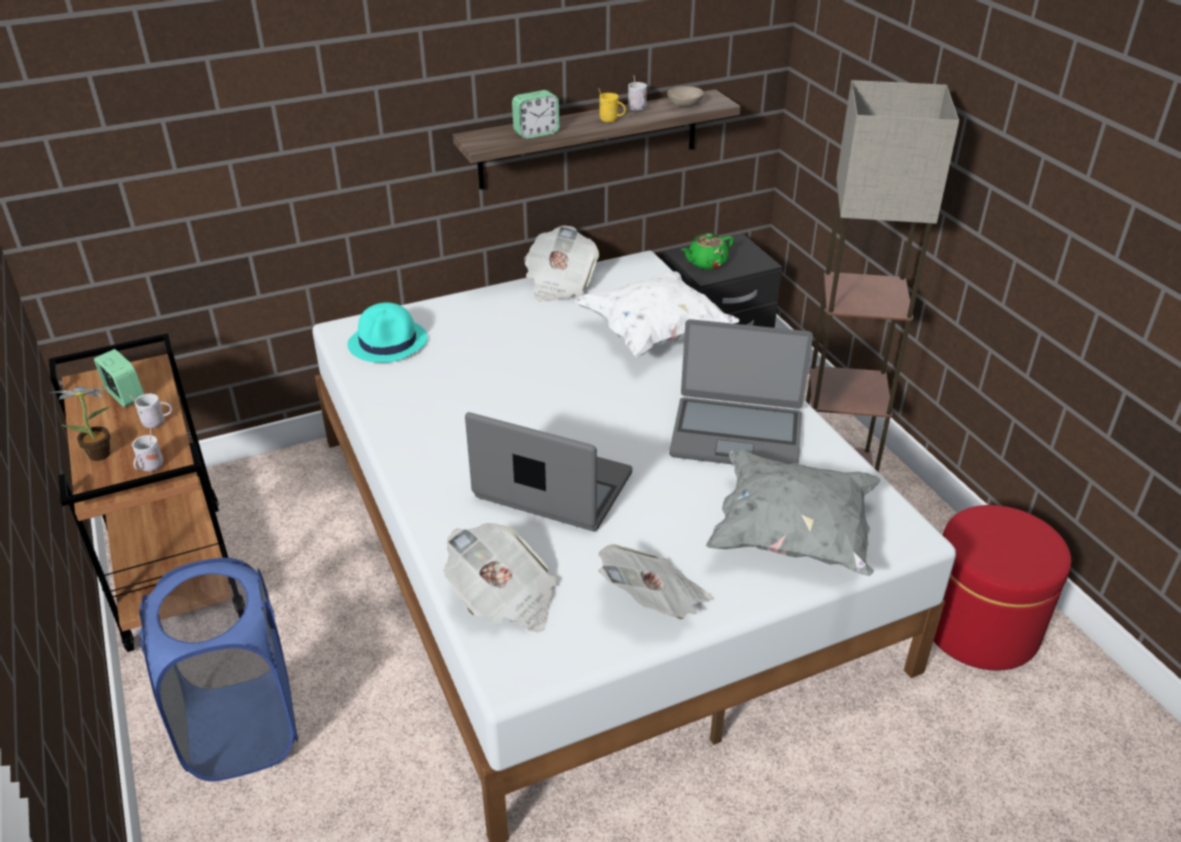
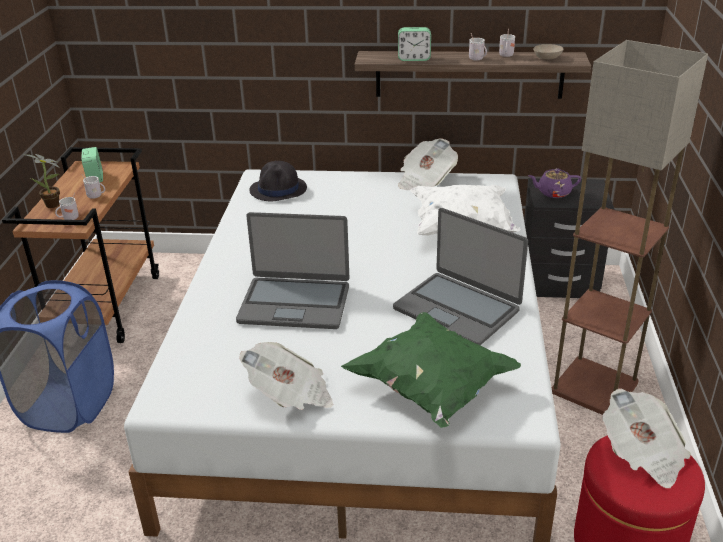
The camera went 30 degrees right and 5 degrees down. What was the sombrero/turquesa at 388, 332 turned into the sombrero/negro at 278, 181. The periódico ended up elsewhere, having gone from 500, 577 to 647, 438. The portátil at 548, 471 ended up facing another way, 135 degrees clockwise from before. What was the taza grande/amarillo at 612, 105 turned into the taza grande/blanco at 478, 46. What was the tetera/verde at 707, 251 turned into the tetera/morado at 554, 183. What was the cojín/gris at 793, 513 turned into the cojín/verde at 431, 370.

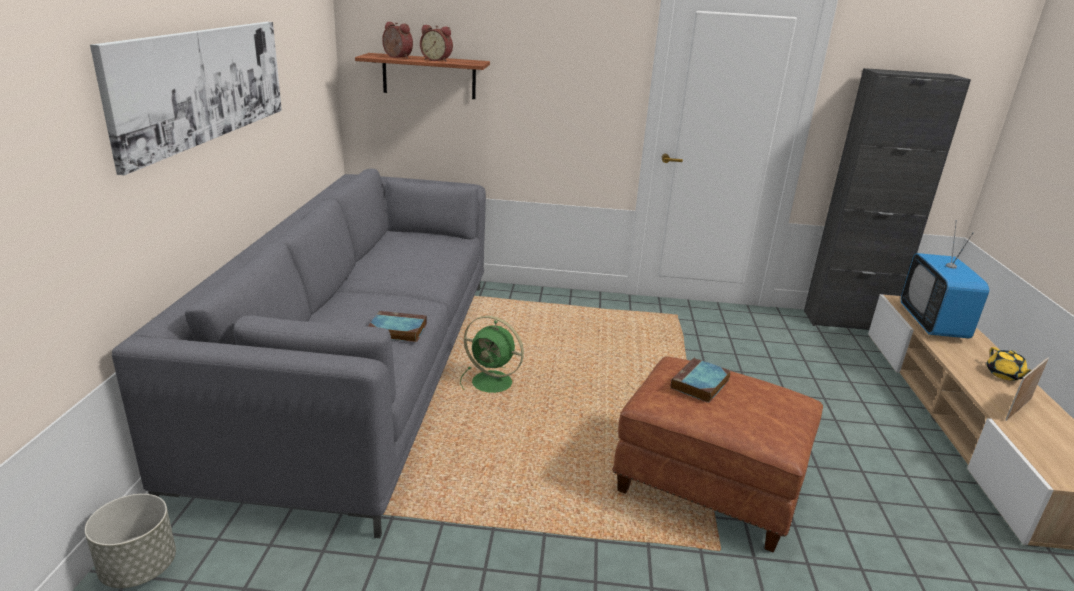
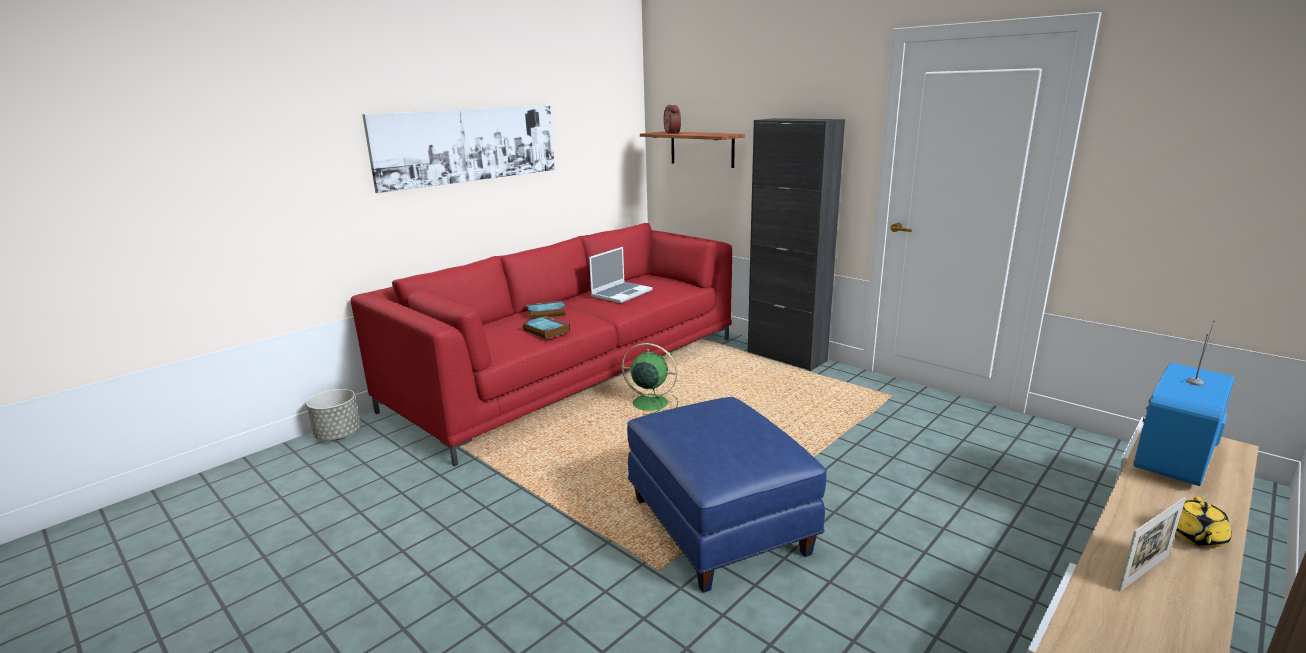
The camera went 40 degrees right and 5 degrees down. What was the sofá/gris at 299, 353 turned into the sofá/rojo at 541, 344. The second view lost the despertador at 436, 43. The ventilador/verde at 492, 354 ended up facing another way, 135 degrees clockwise from before. What was the puf/marrón at 717, 455 turned into the puf/azul at 727, 495. The libro ended up elsewhere, having gone from 701, 380 to 546, 310. The armario/negro ended up elsewhere, having gone from 887, 199 to 796, 244. The portarretratos at 1027, 389 ended up facing another way, 150 degrees clockwise from before. The second view gained the portátil at 621, 275.

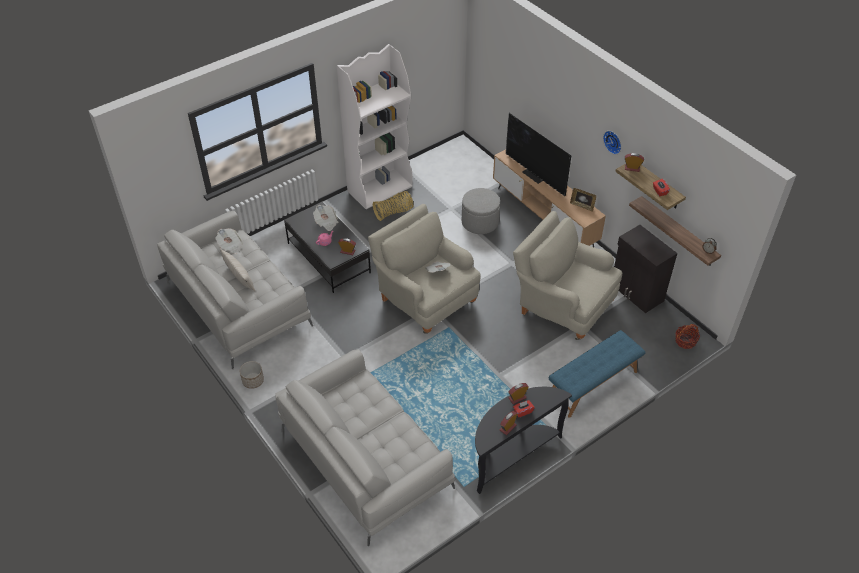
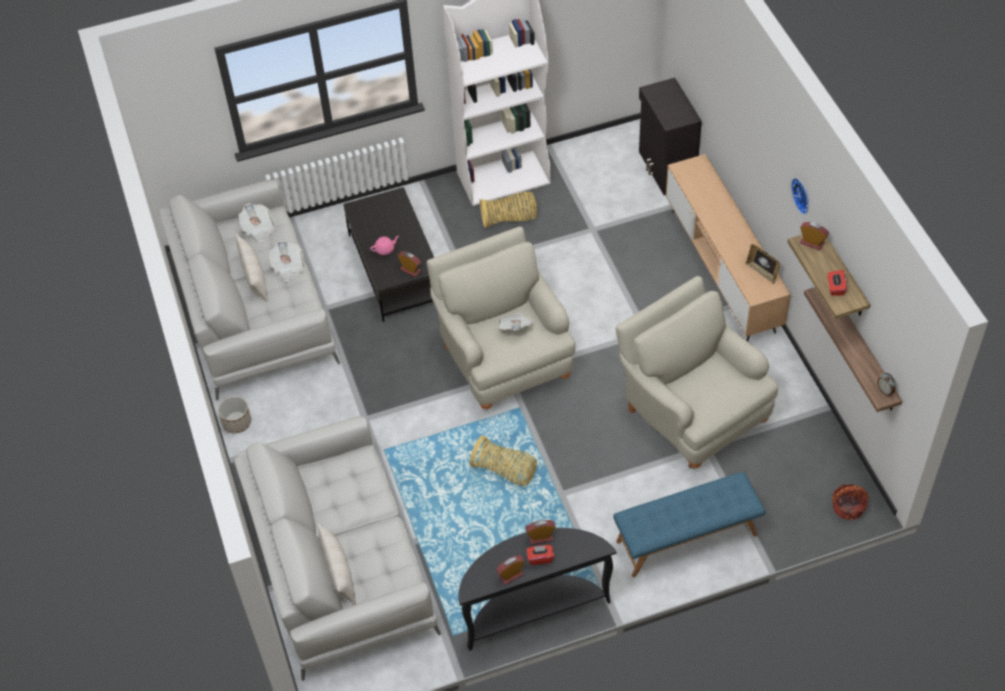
The camera went 20 degrees right and 5 degrees up. The periódico ended up elsewhere, having gone from 325, 218 to 287, 261. The second view lost the puf/gris at 481, 211. The second view lost the televisor at 538, 154. The armario/negro ended up elsewhere, having gone from 645, 269 to 670, 136. The second view gained the cojín/beis at 336, 564. The second view gained the cesta at 503, 460.

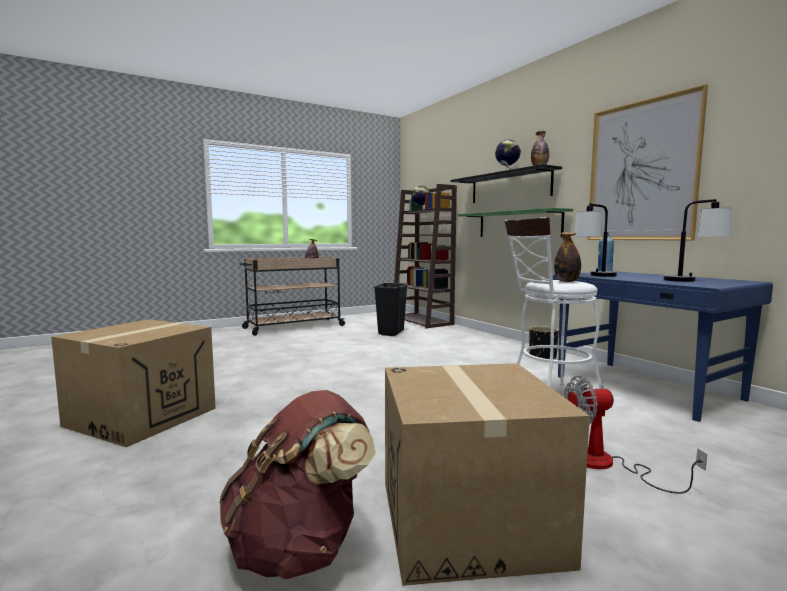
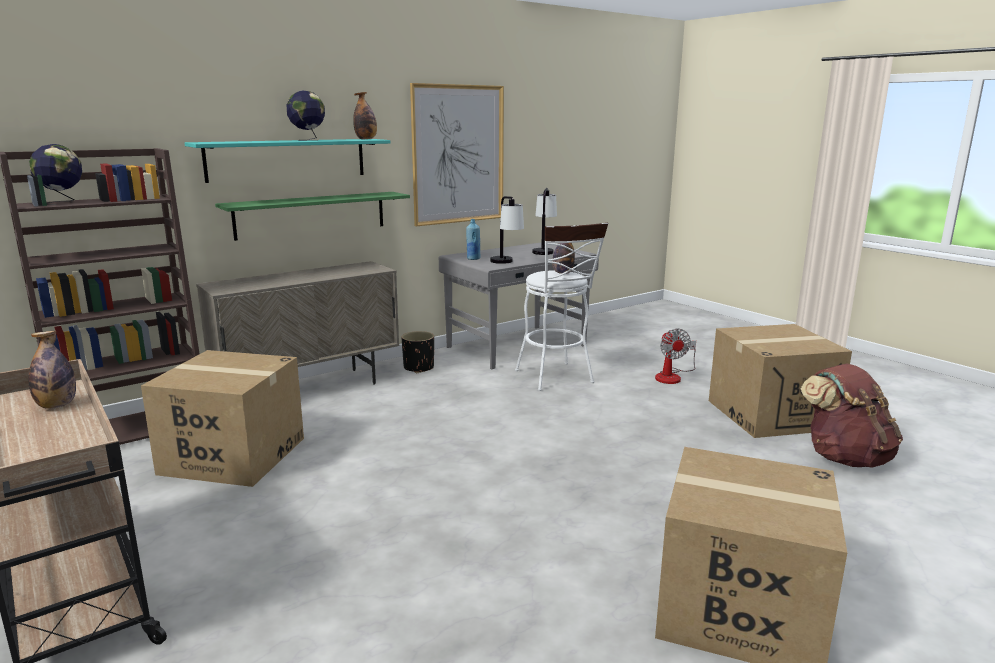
The camera went 95 degrees left and 10 degrees up. Where the papelera/negro stood at 391, 309, the caja de cartón came to stand at 222, 418. What was the estante/negro at 506, 183 turned into the estante/turquesa at 288, 161. What was the escritorio/azul at 663, 346 turned into the escritorio/gris at 519, 305. The second view gained the armario/beis at 297, 322.

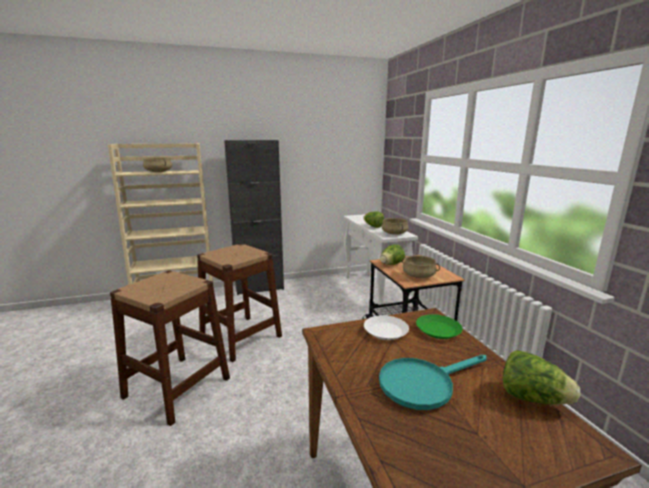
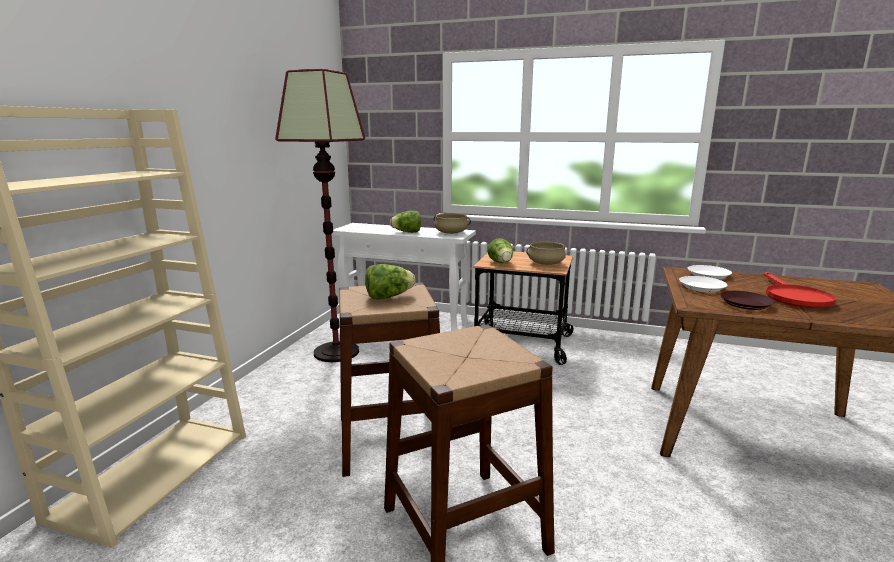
The camera went 55 degrees left and 0 degrees up. The second view lost the olla/beis at 157, 165. The second view lost the armario/negro at 254, 217. What was the sartén/turquesa at 433, 382 turned into the sartén/rojo at 800, 290. What was the plato/verde at 439, 326 turned into the plato/blanco at 709, 272. The lechuga ended up elsewhere, having gone from 541, 377 to 390, 281. The second view gained the lámpara de pie at 320, 215. The second view gained the plato/marrón at 747, 300.

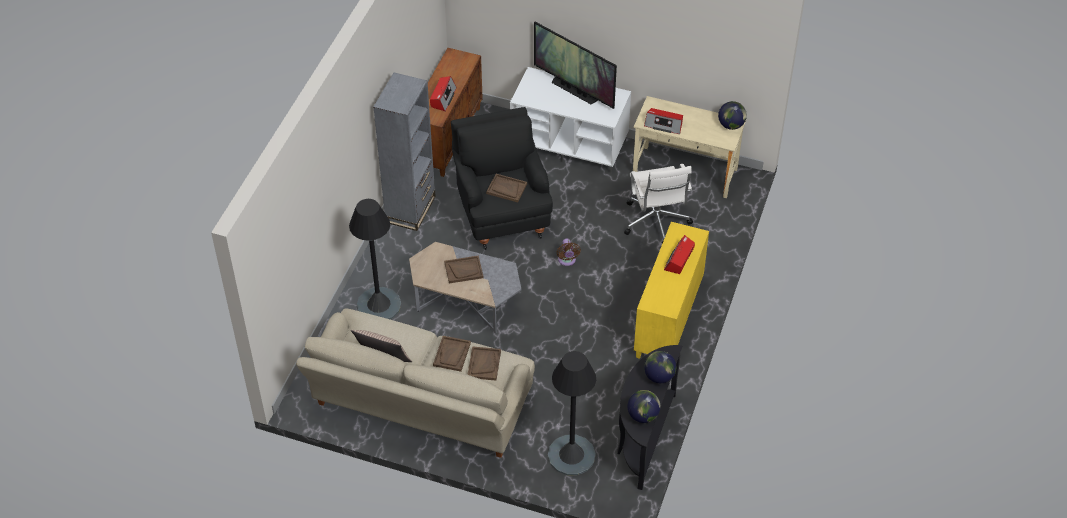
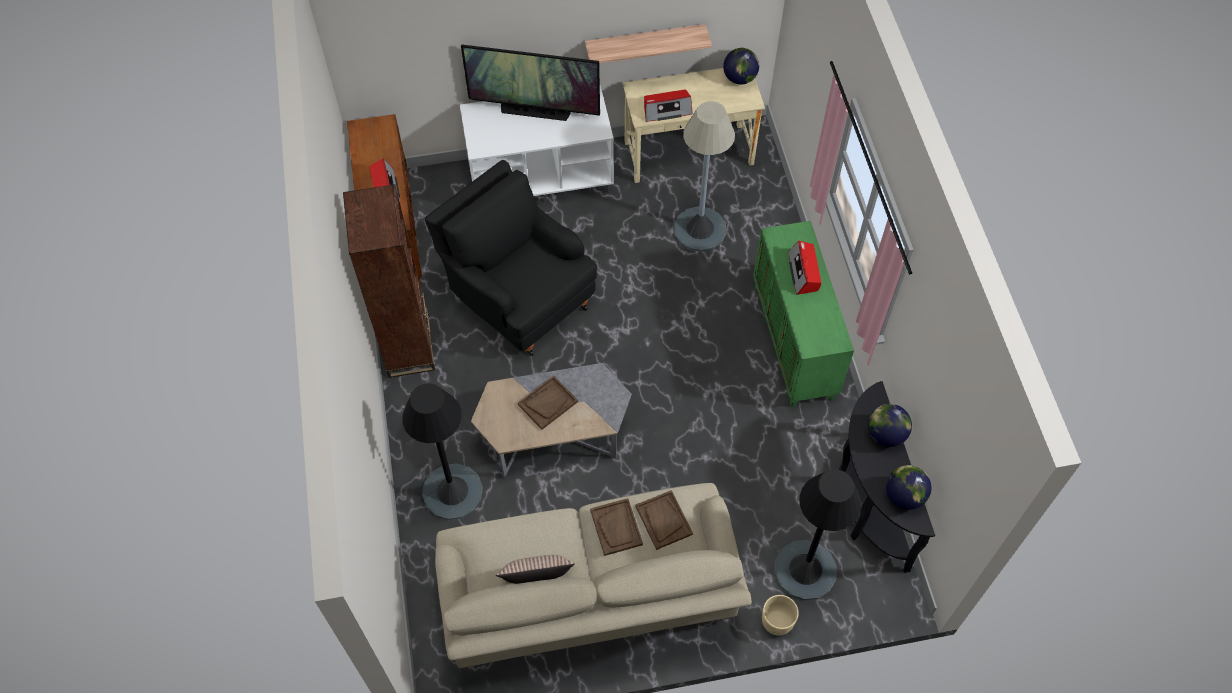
The camera went 30 degrees left and 10 degrees up. What was the estantería/gris at 404, 152 turned into the estantería/marrón at 389, 281. The second view lost the bandeja/marrón at 506, 188. The second view lost the ventilador/marrón at 569, 252. Where the silla de oficina/blanco stood at 658, 203, the lámpara de pie/gris came to stand at 704, 176. What was the armario/amarillo at 671, 290 turned into the armario/verde at 803, 314. The second view gained the estante at 648, 44. The second view gained the maceta/beis at 780, 615.

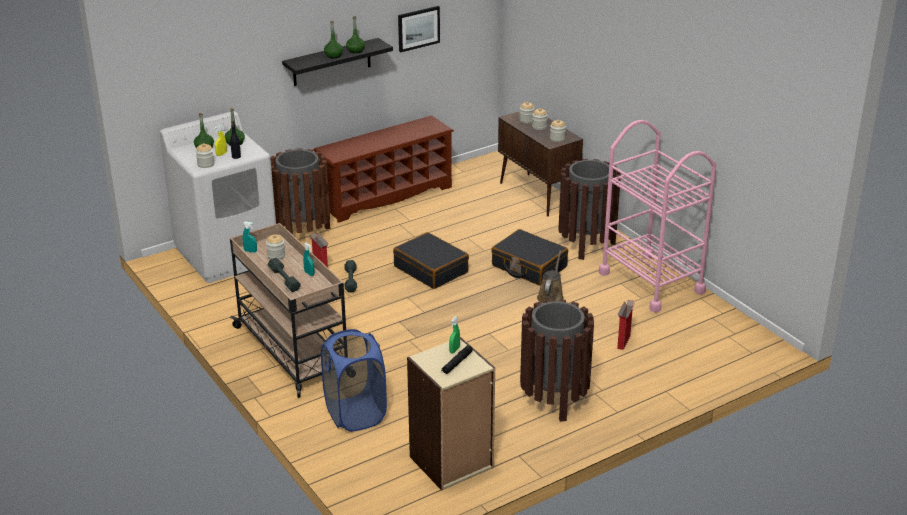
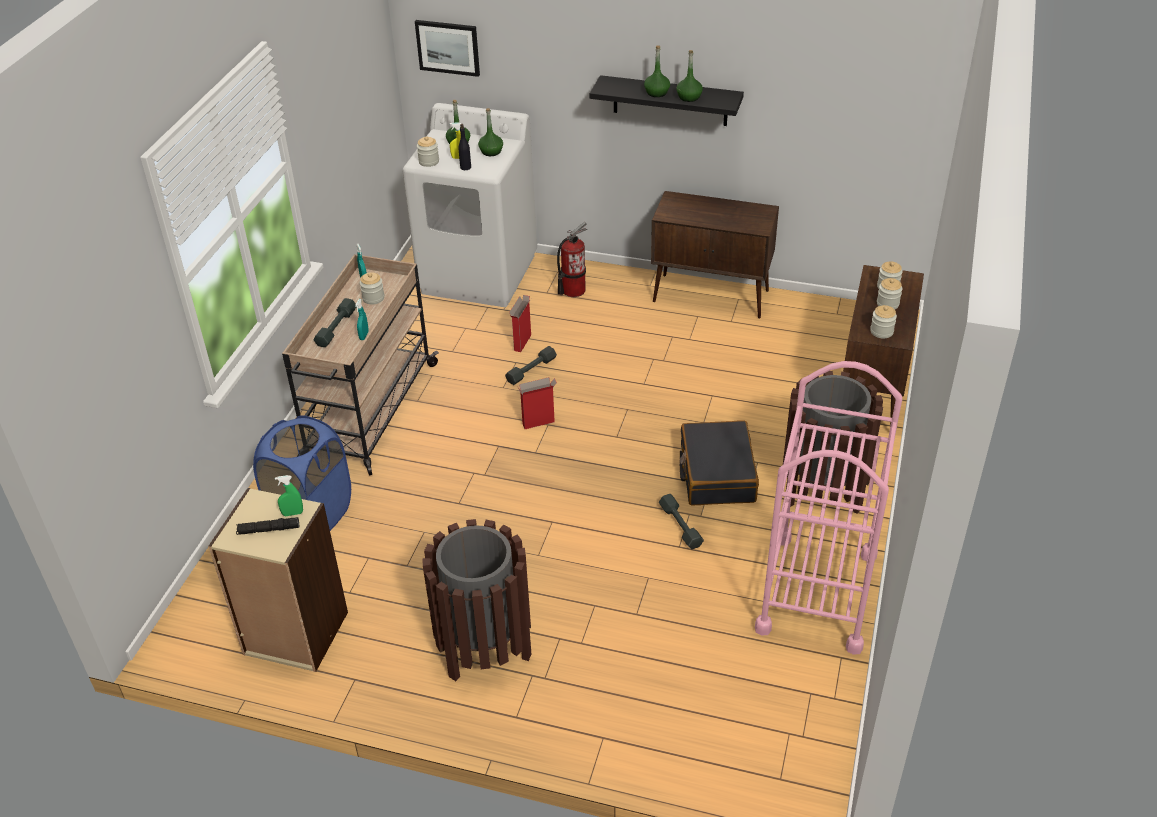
The camera went 50 degrees right and 10 degrees up. Where the papelera/marrón stood at 300, 191, the extintor came to stand at 572, 259. Where the zapatero/marrón stood at 383, 169, the armario/marrón came to stand at 715, 255. The second view lost the maleta/negro at 431, 260. The cuadro ended up elsewhere, having gone from 419, 29 to 447, 48. Where the regadera/marrón stood at 550, 277, the mancuerna/gris came to stand at 681, 521. The caja de cartón ended up elsewhere, having gone from 626, 325 to 537, 403.

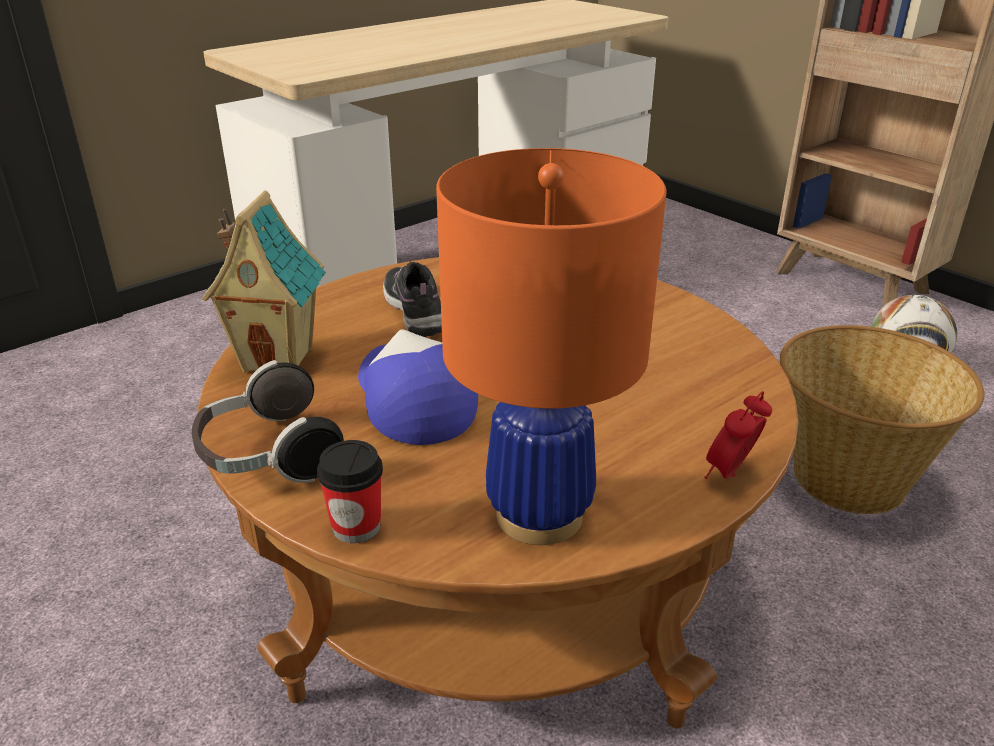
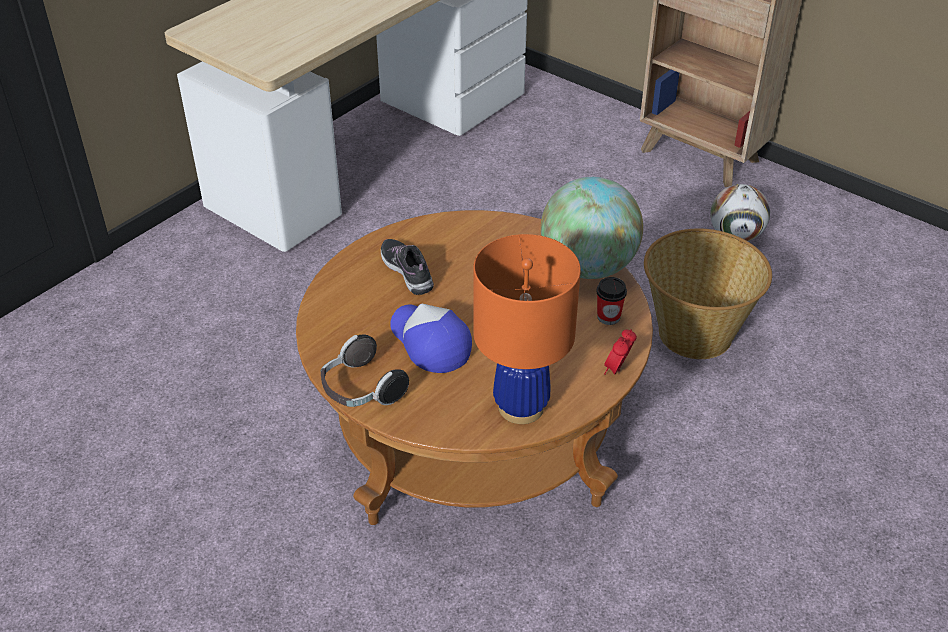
The camera went 10 degrees left and 10 degrees up. The second view lost the casita at 264, 281. The taza ended up elsewhere, having gone from 350, 491 to 611, 301. The second view gained the globo terráqueo at 592, 228.

